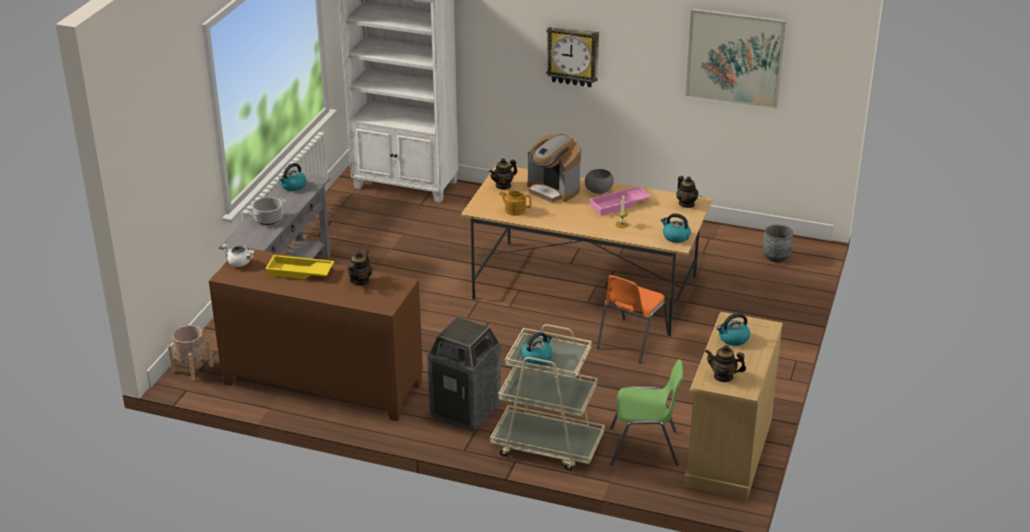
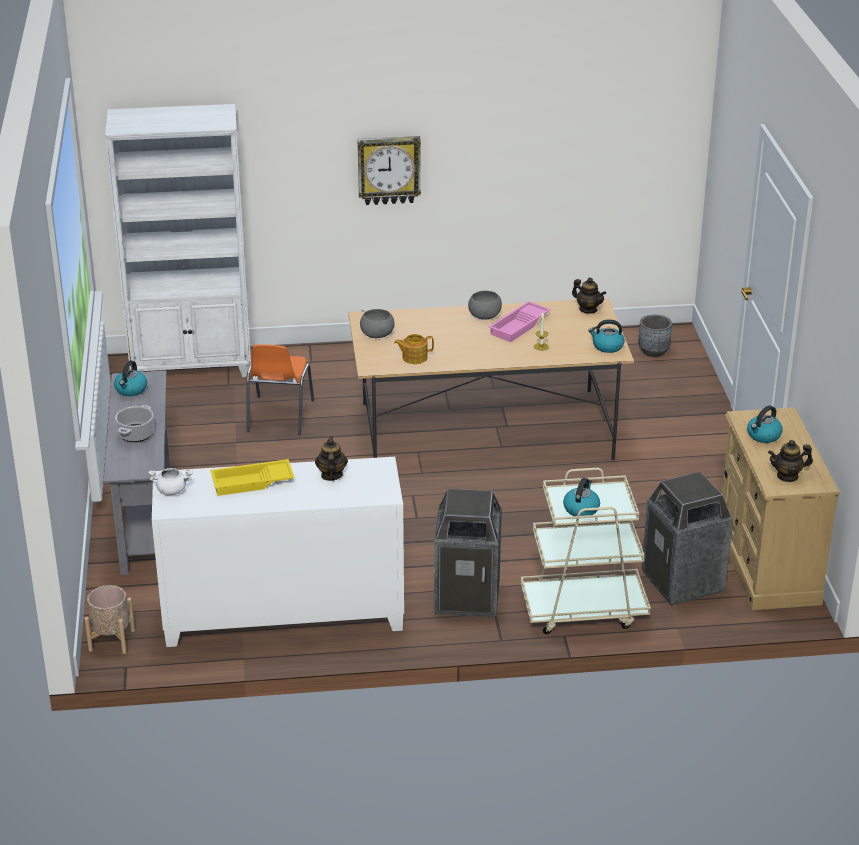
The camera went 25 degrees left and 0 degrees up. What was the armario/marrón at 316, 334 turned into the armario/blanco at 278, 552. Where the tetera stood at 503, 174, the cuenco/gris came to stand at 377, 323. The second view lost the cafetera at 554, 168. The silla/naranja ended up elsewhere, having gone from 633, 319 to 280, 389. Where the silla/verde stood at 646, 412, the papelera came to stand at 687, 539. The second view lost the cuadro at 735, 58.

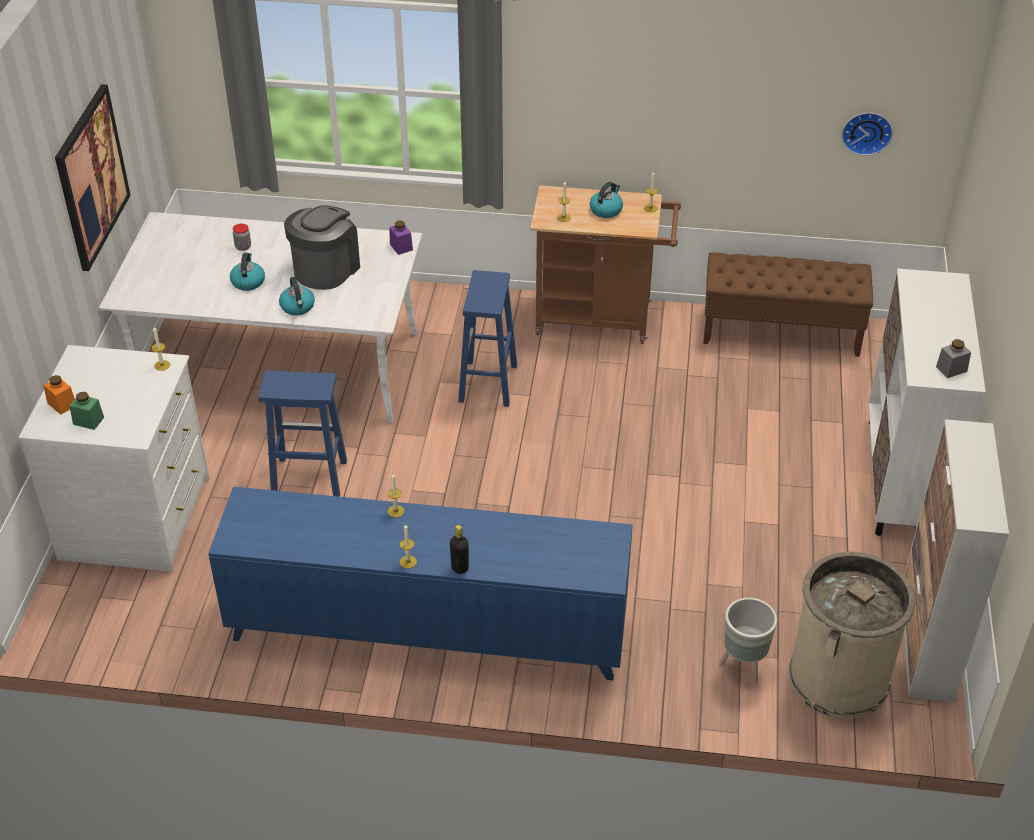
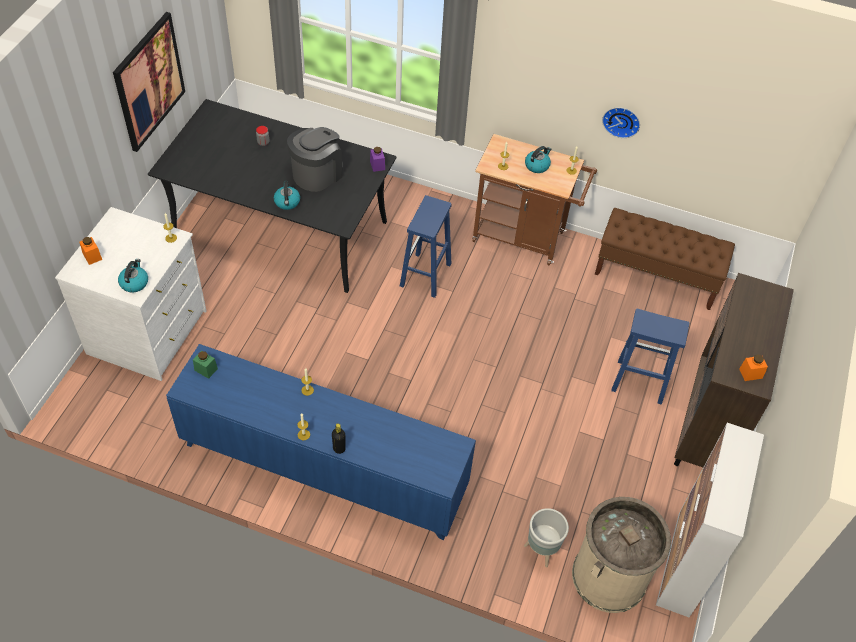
The camera went 10 degrees right and 10 degrees up. The tarro/verde ended up elsewhere, having gone from 86, 411 to 205, 365. What was the mesa de comedor/blanco at 260, 317 turned into the mesa de comedor/negro at 272, 196. The hervidor ended up elsewhere, having gone from 247, 272 to 133, 276. The taburete/azul ended up elsewhere, having gone from 302, 433 to 650, 357. The reloj de pared ended up elsewhere, having gone from 867, 134 to 621, 122. What was the armario/blanco at 927, 402 turned into the armario/marrón at 734, 370. What was the tarro/gris at 953, 358 turned into the tarro/naranja at 753, 367.

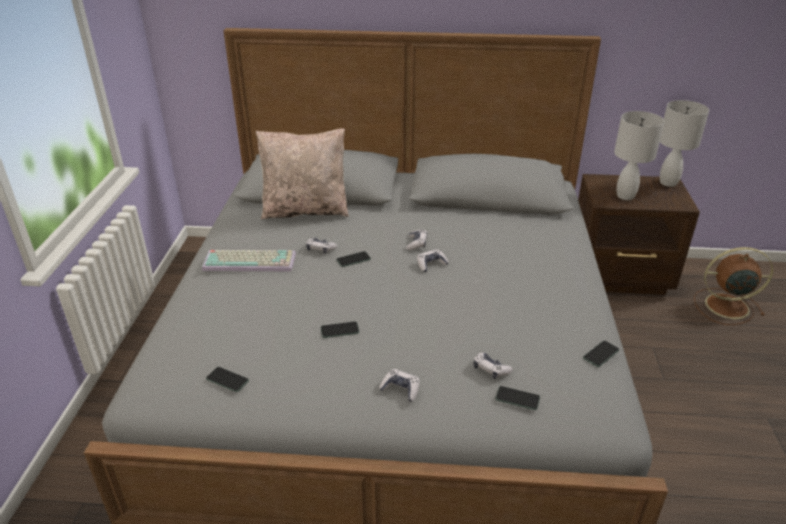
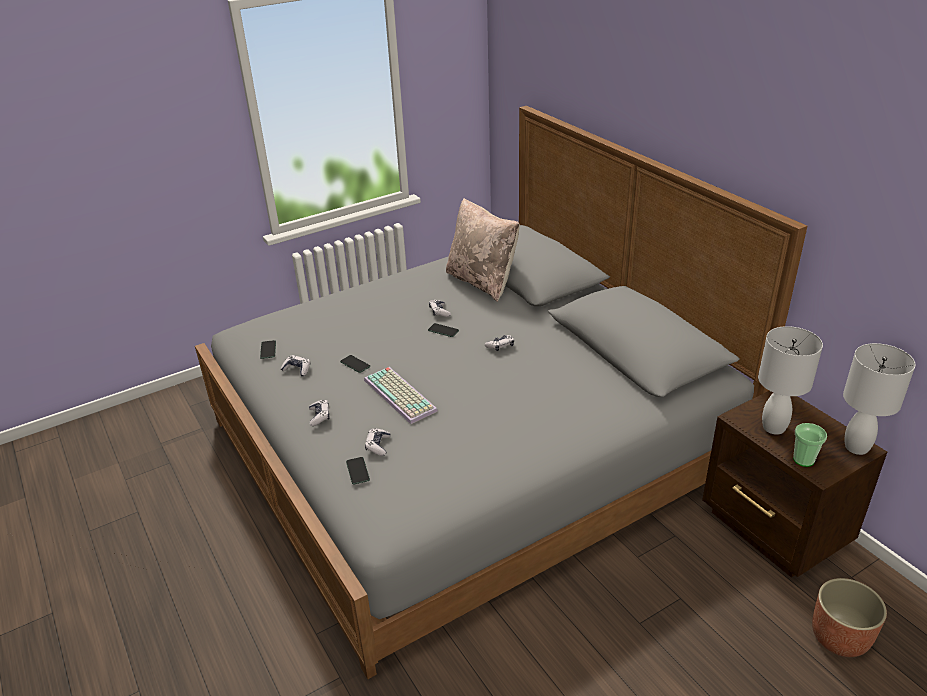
The camera went 55 degrees right and 0 degrees up. The teclado ended up elsewhere, having gone from 249, 260 to 401, 395. The mando de consola ended up elsewhere, having gone from 433, 260 to 295, 365. The second view lost the móvil at 601, 354. Where the ventilador/marrón stood at 733, 286, the maceta came to stand at 849, 617. The second view gained the taza at 810, 445.

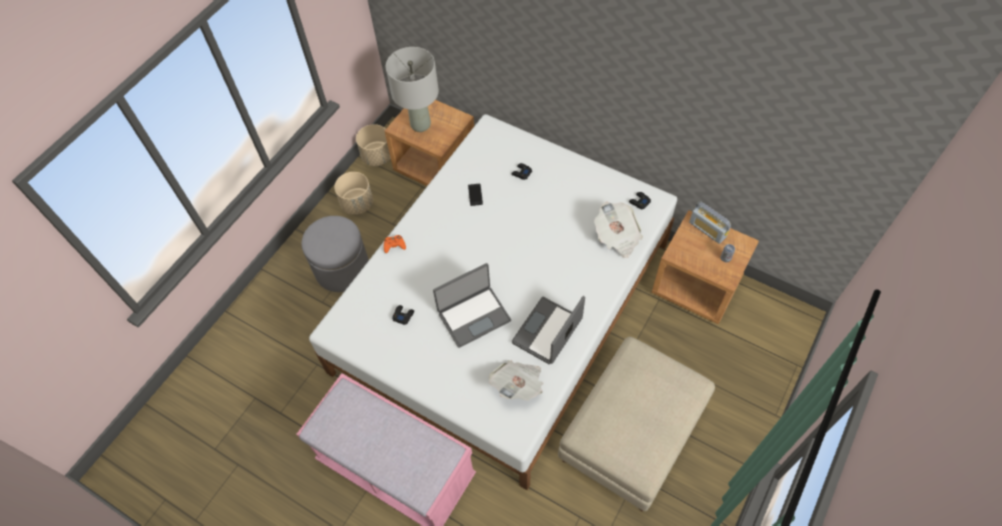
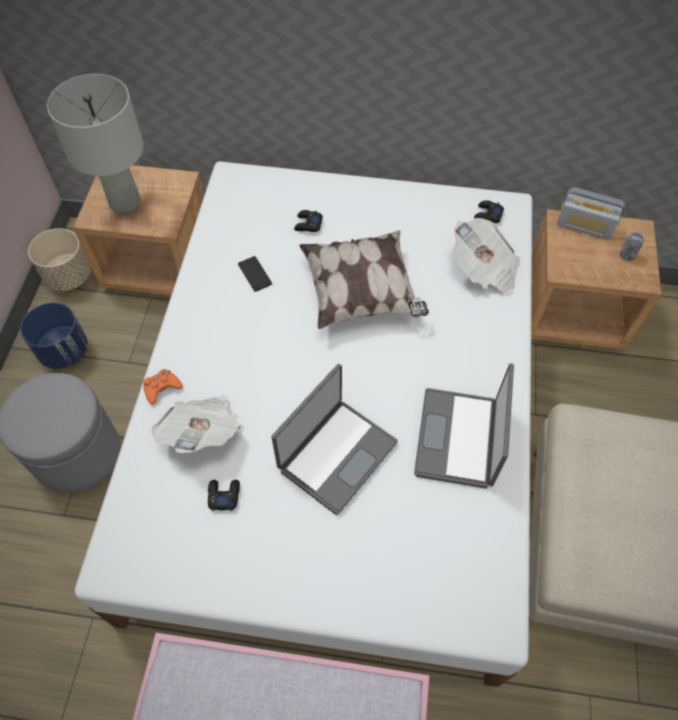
The camera went 25 degrees left and 0 degrees up. What was the maceta/beis at 353, 193 turned into the maceta/azul at 54, 335. The periódico ended up elsewhere, having gone from 516, 380 to 196, 424. The second view gained the cojín at 364, 279.

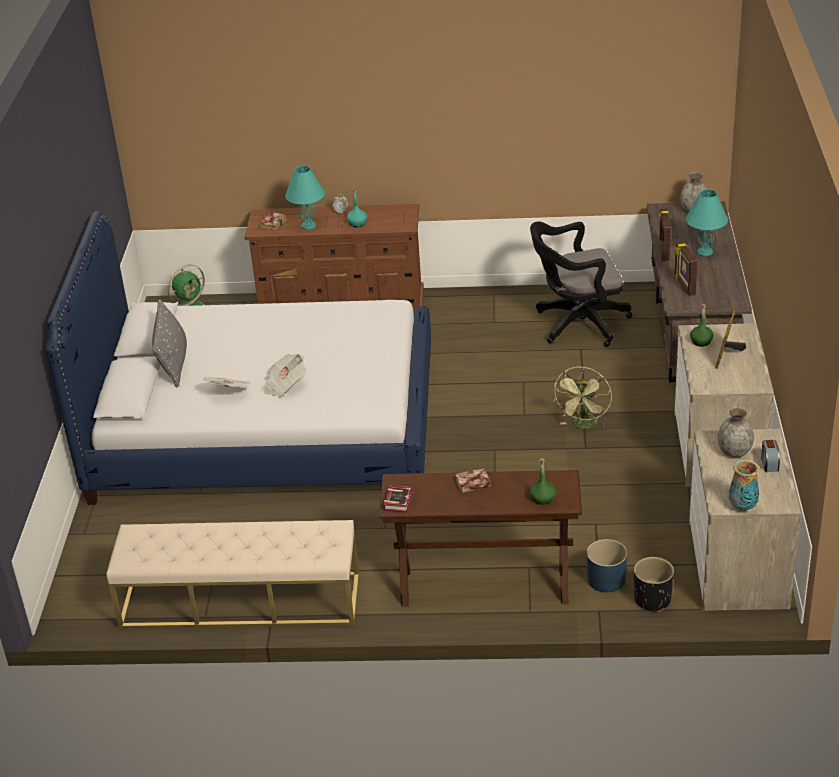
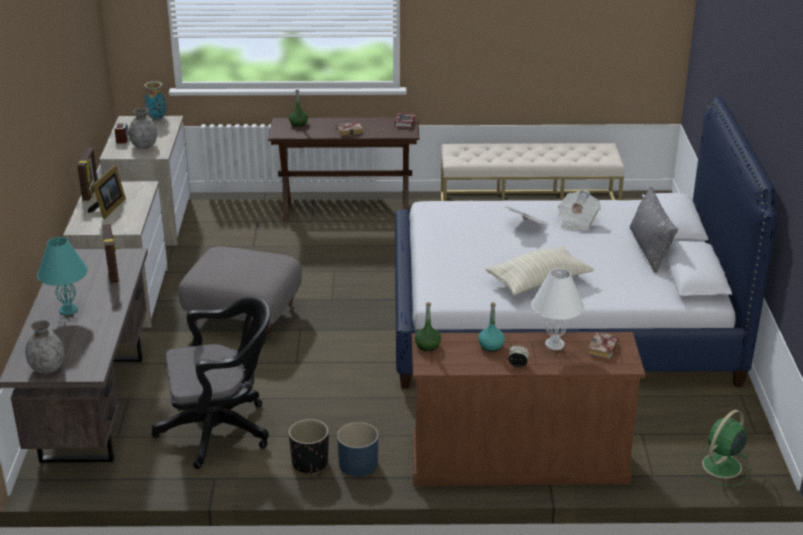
The camera went 175 degrees right and 5 degrees down. What was the lámpara de mesa/turquesa at 305, 198 turned into the lámpara de mesa/blanco at 557, 309. Where the ventilador/verde stood at 582, 398, the puf/gris came to stand at 240, 293. The maceta/azul ended up elsewhere, having gone from 607, 566 to 357, 449. The maceta/negro ended up elsewhere, having gone from 654, 584 to 309, 447. The portarretratos ended up elsewhere, having gone from 665, 234 to 87, 174. The botella/verde ended up elsewhere, having gone from 702, 325 to 428, 326. The second view gained the cojín/beis at 539, 270.

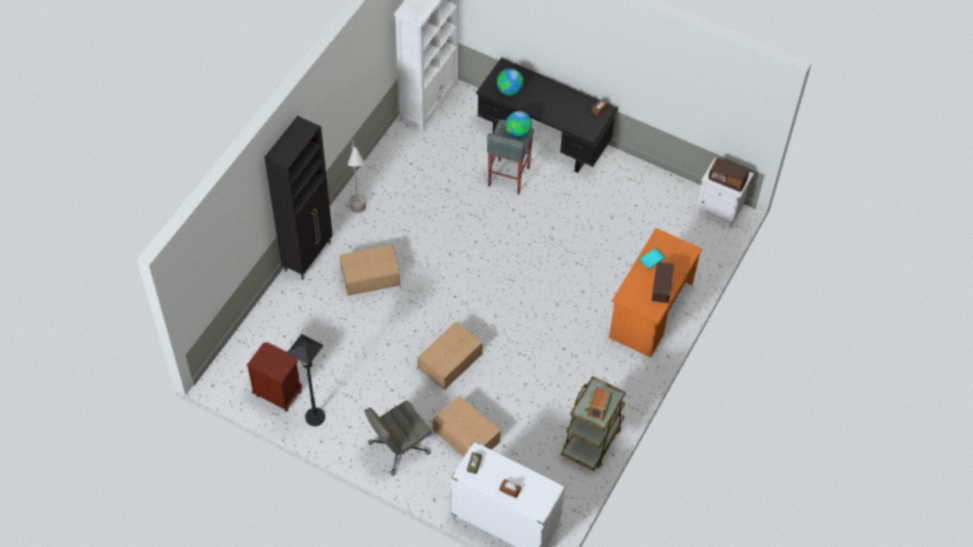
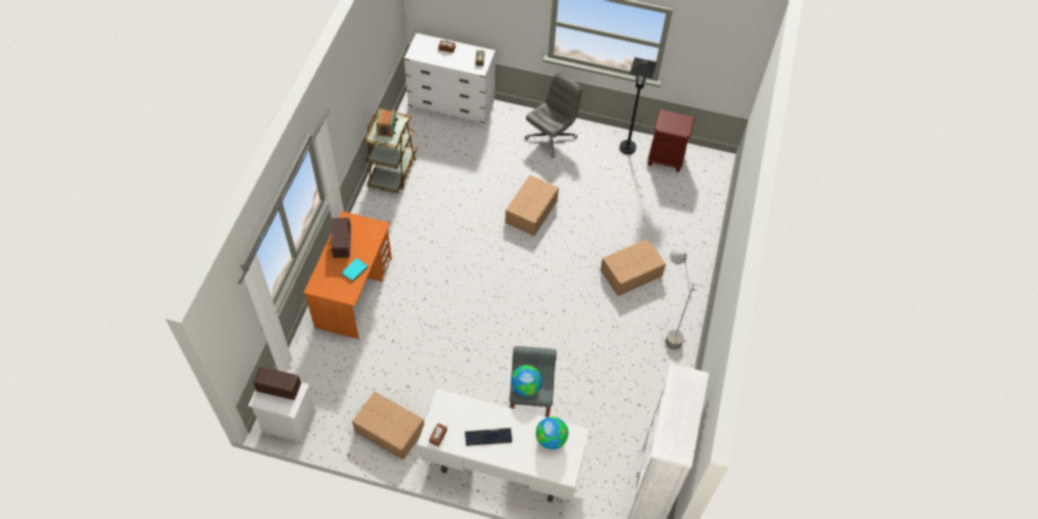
The camera went 165 degrees right and 0 degrees up. The second view lost the armario/negro at 298, 198. The caja de cartón ended up elsewhere, having gone from 467, 426 to 388, 425. What was the escritorio/negro at 547, 115 turned into the escritorio/blanco at 503, 445. The second view gained the teclado at 488, 437.

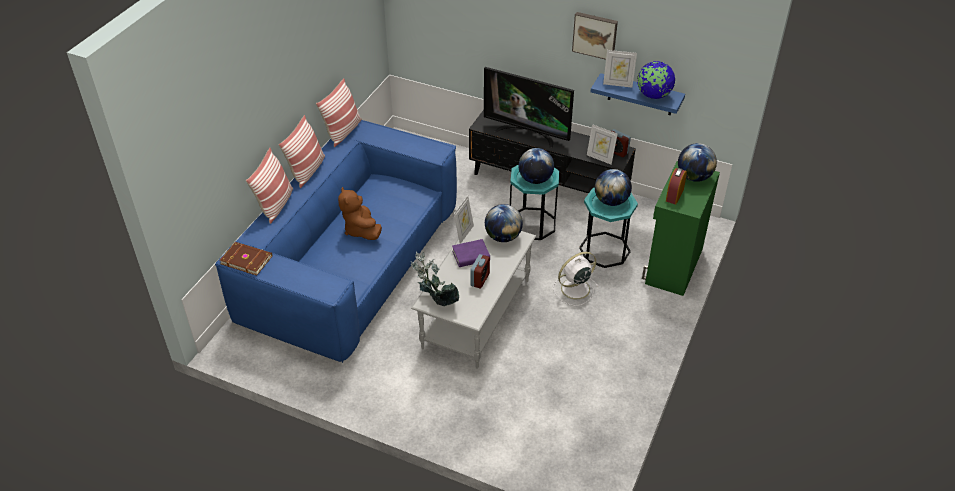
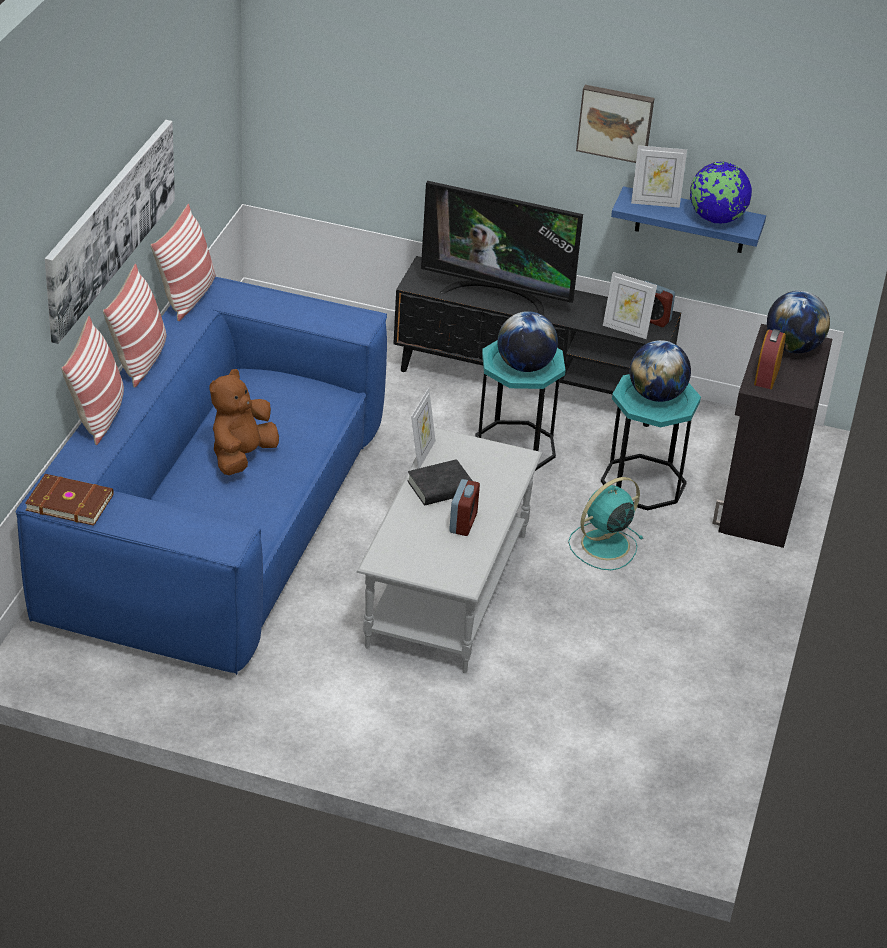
The camera went 10 degrees left and 5 degrees down. The peluche/marrón at 360, 213 ended up facing another way, 60 degrees clockwise from before. The second view lost the planta en maceta at 435, 278. What was the libro/morado at 471, 253 turned into the libro/negro at 439, 482. The second view lost the globo terráqueo at 504, 223. What was the ventilador/blanco at 576, 279 turned into the ventilador/turquesa at 606, 523. What was the armario/verde at 681, 228 turned into the armario/negro at 772, 436. The second view gained the cuadro at 110, 232.

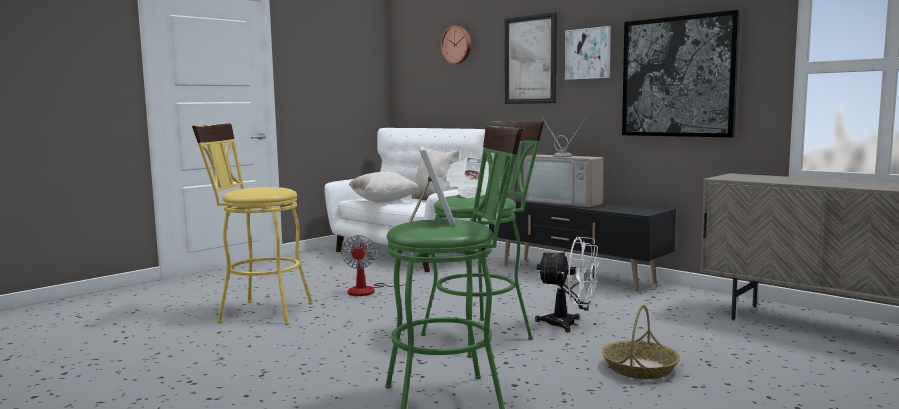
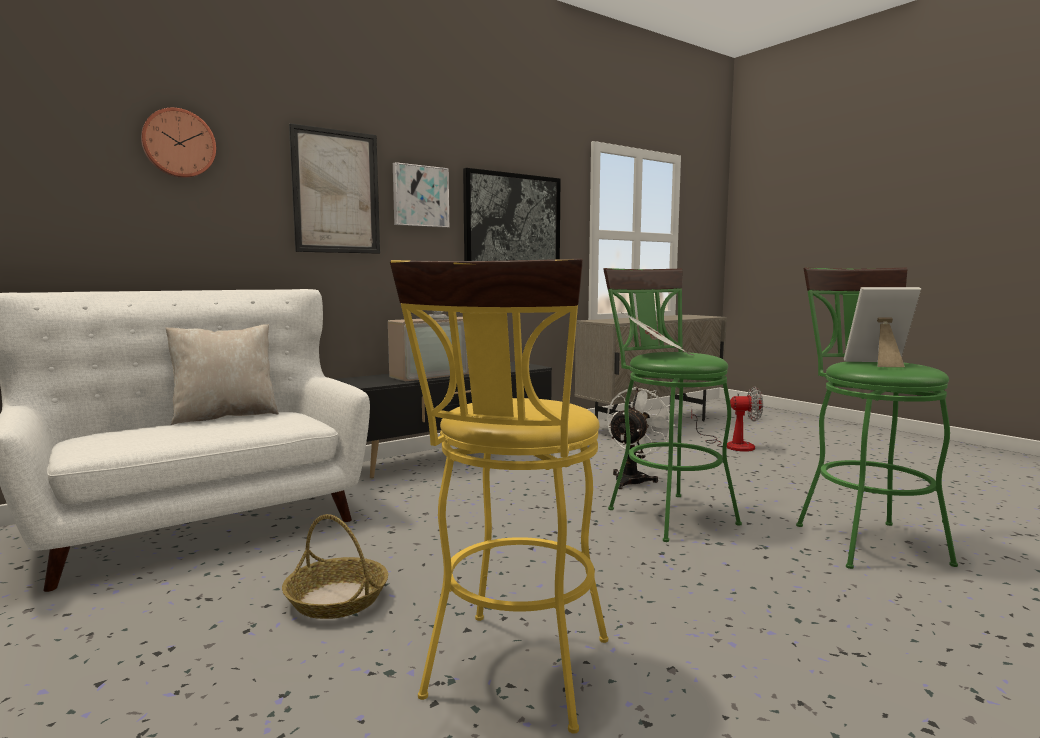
The camera went 80 degrees left and 0 degrees up. The ventilador ended up elsewhere, having gone from 376, 265 to 727, 419. The second view lost the cojín/beis at 384, 187. The cesta ended up elsewhere, having gone from 641, 342 to 335, 566.

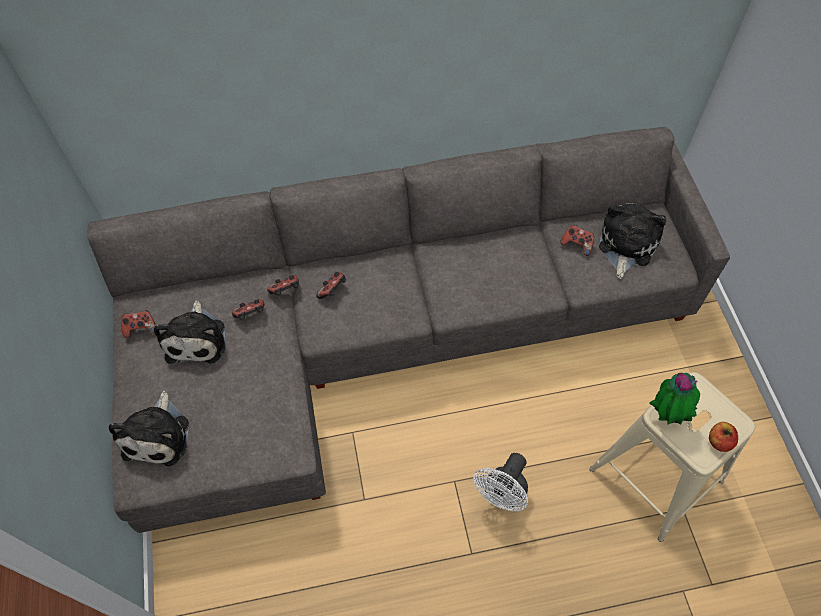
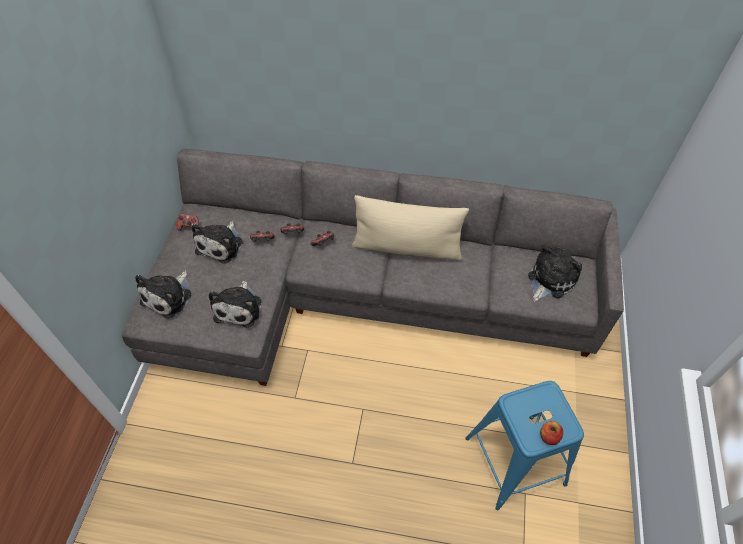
The camera went 20 degrees right and 5 degrees down. The second view lost the ventilador/blanco at 501, 482. The second view lost the mando de consola at 577, 240. What was the taburete/beis at 672, 457 turned into the taburete/azul at 525, 446. The second view lost the planta en maceta at 674, 399. The second view gained the peluche at 235, 304. The second view gained the cojín/beis at 410, 228.

